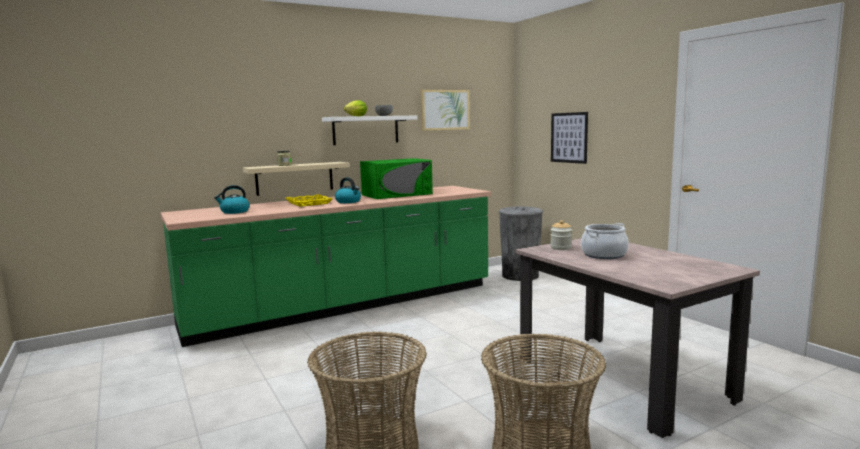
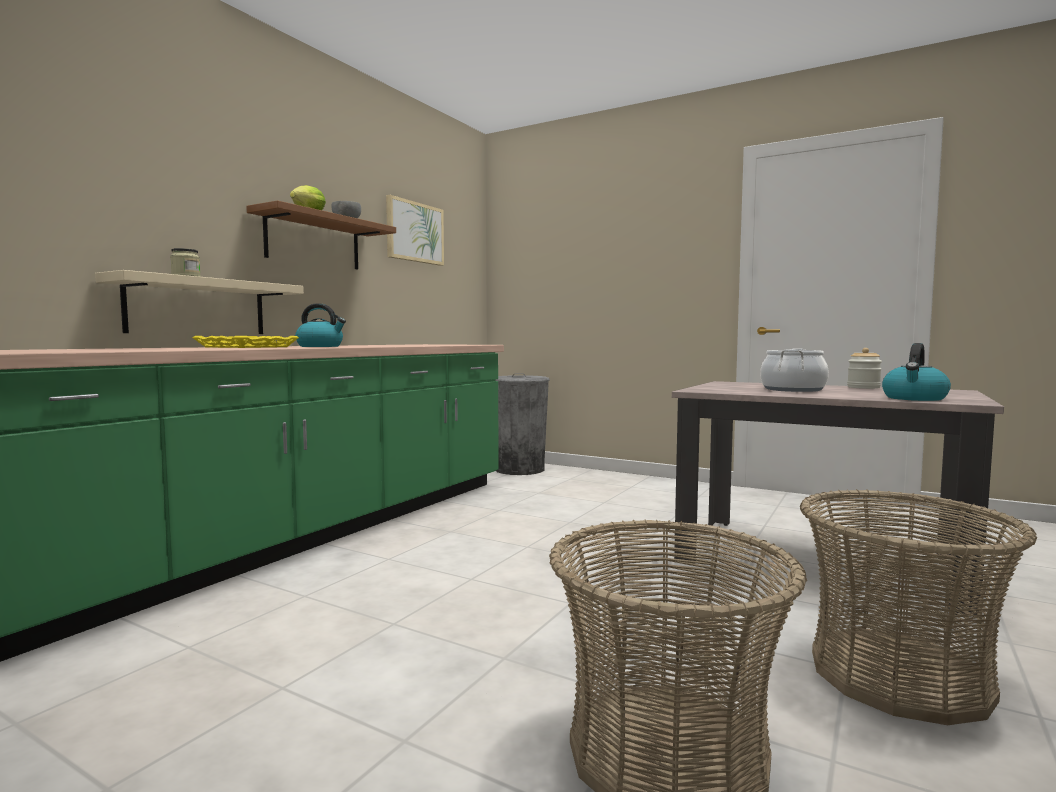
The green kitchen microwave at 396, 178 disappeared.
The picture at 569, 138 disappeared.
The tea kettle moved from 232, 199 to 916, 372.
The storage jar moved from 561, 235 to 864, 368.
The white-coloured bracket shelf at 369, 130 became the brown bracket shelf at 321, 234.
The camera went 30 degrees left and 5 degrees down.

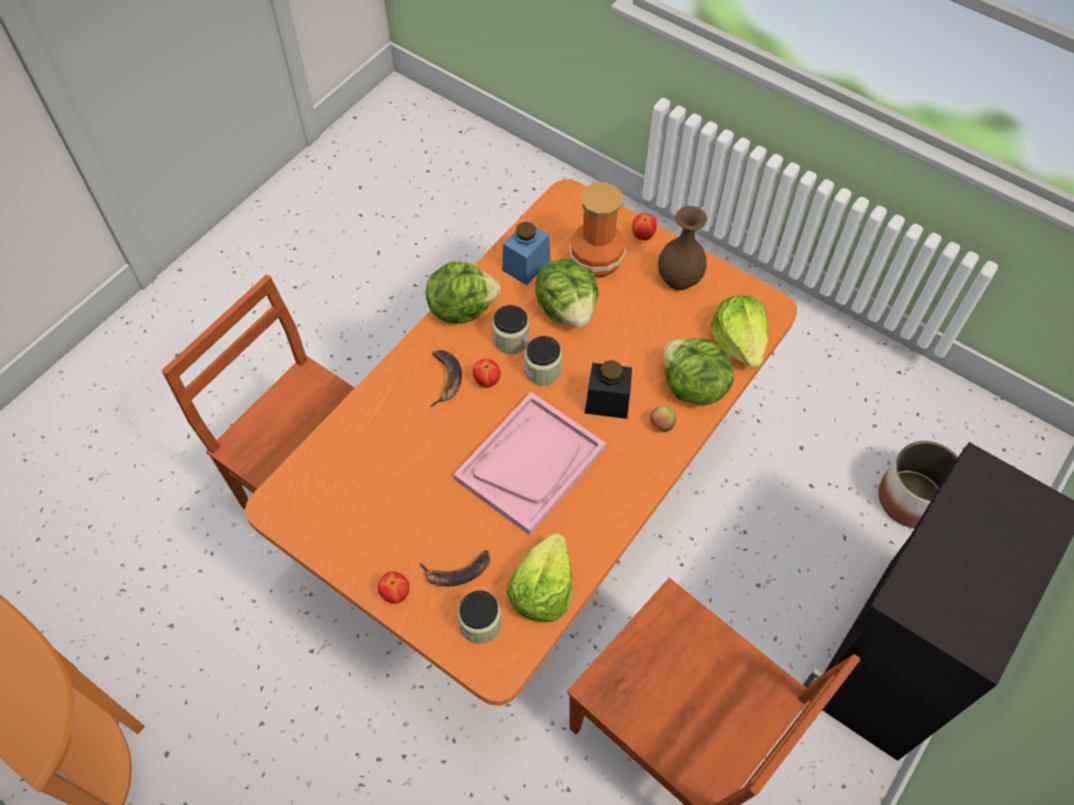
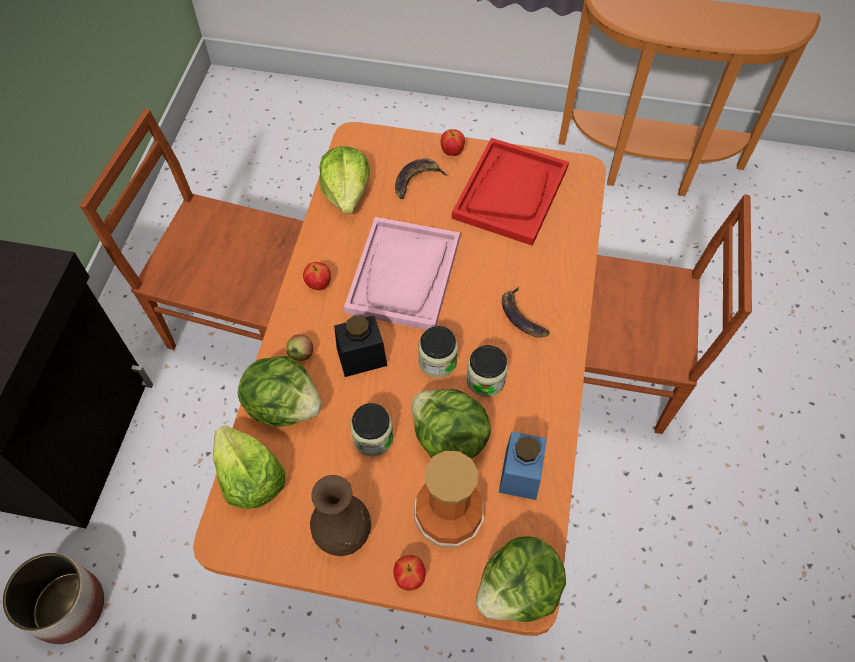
The reddish carrying tray at 510, 192 appeared.
The head of lettuce moved from 463, 292 to 521, 579.
The storage jar moved from 480, 617 to 371, 430.
The apple fruit moved from 487, 373 to 317, 276.
The camera went 155 degrees right and 0 degrees up.

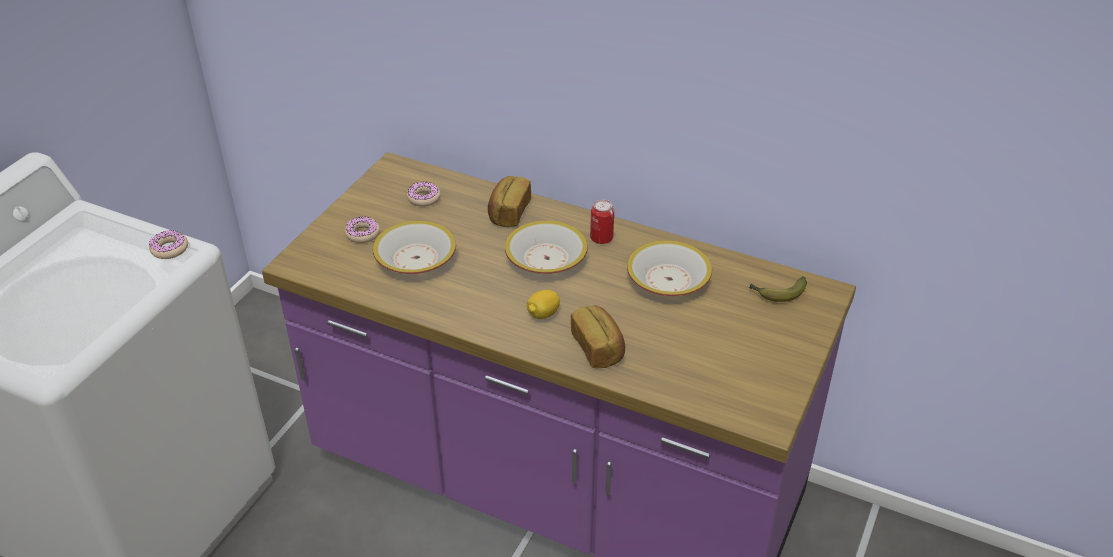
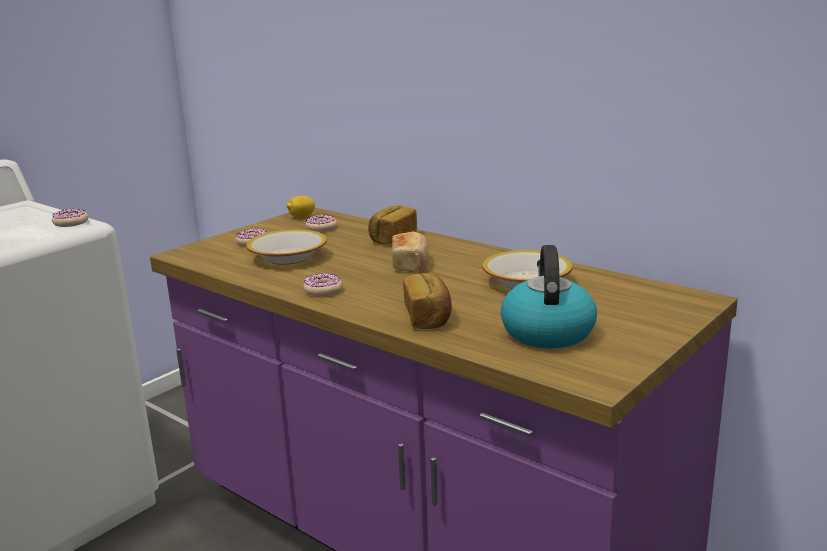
The can at 602, 221 disappeared.
The banana at 778, 289 disappeared.
The doughnut at 322, 284 appeared.
The tea kettle at 548, 297 appeared.
The whole lemon moved from 543, 304 to 301, 207.
The deep dish at 546, 247 was replaced by the bread at 410, 251.
The camera went 15 degrees right and 20 degrees down.

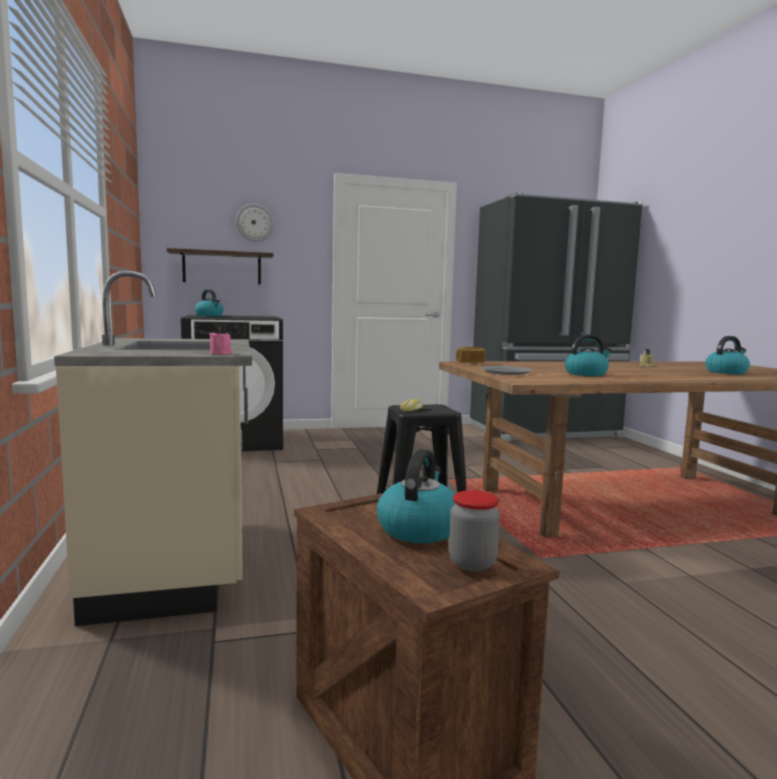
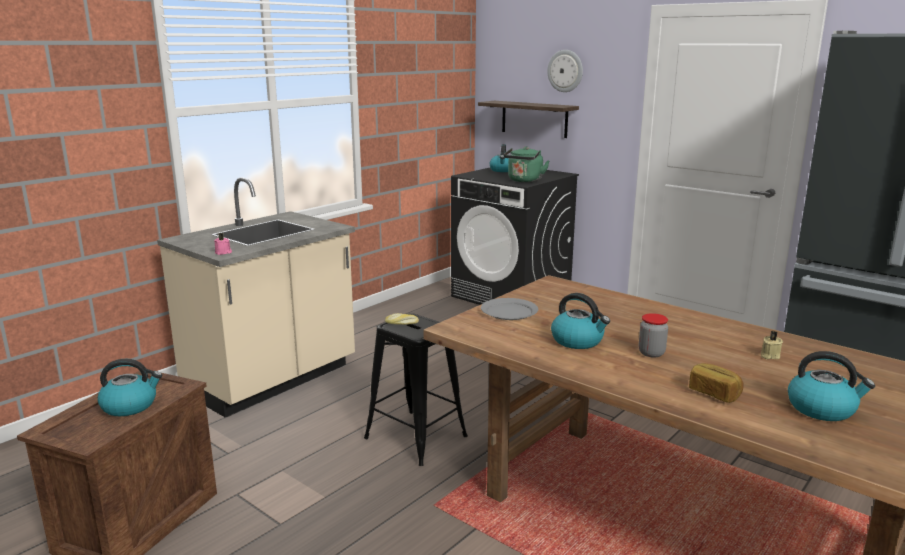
The green tea kettle at 526, 164 appeared.
The storage jar moved from 474, 530 to 653, 335.
The bread moved from 471, 355 to 716, 383.
The camera went 55 degrees right and 10 degrees up.

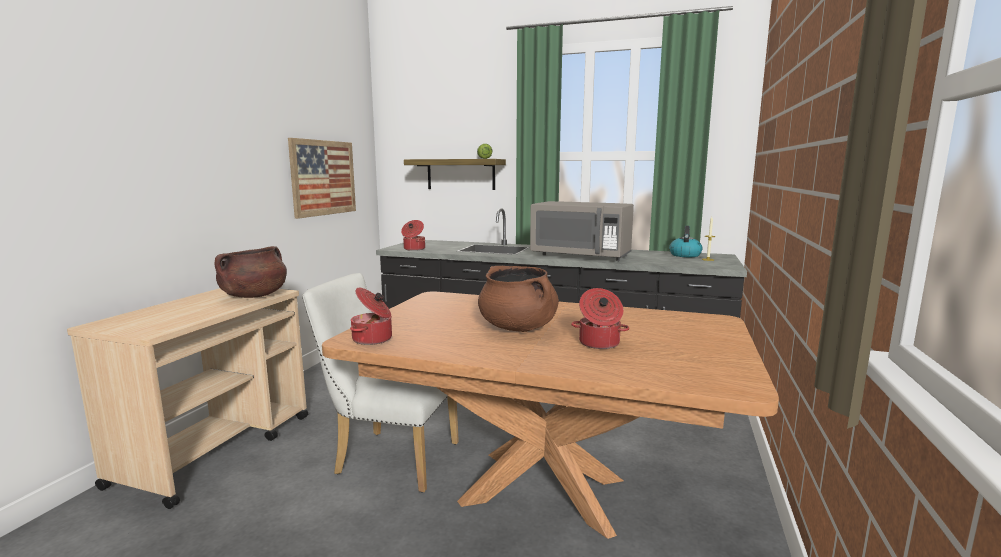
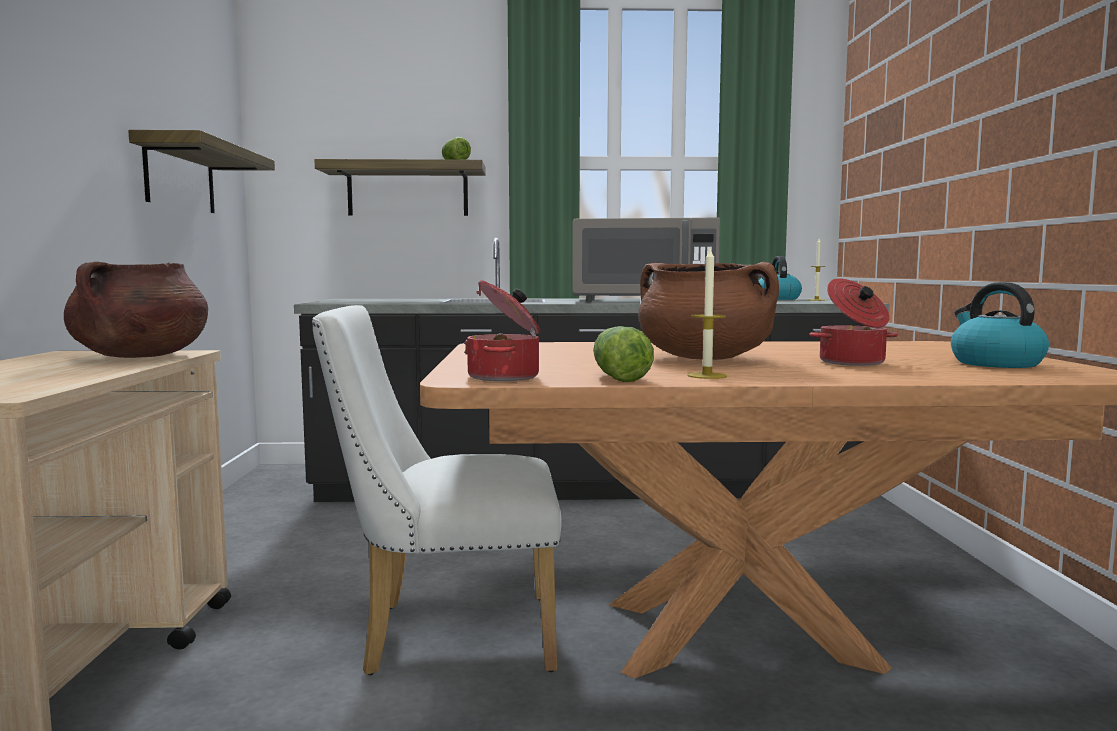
The stockpot at 413, 235 disappeared.
The head of lettuce at 623, 354 appeared.
The candle at 707, 312 appeared.
The tea kettle at 1000, 325 appeared.
The picture at 322, 178 was replaced by the bracket shelf at 201, 171.
The camera went 20 degrees left and 5 degrees down.

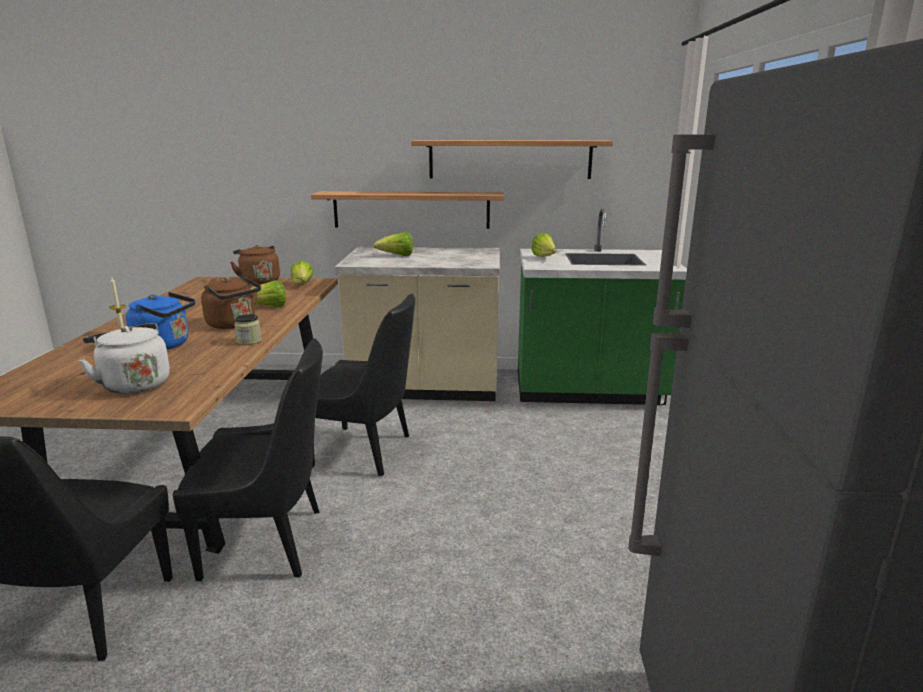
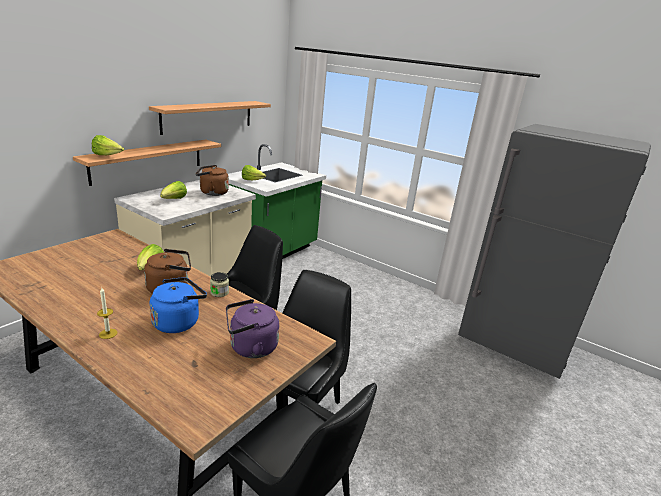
The brown tea kettle moved from 255, 265 to 212, 180.
The head of lettuce moved from 302, 272 to 108, 145.
The white-coloured tea kettle at 124, 358 became the purple-coloured tea kettle at 252, 328.
The camera went 60 degrees left and 5 degrees up.

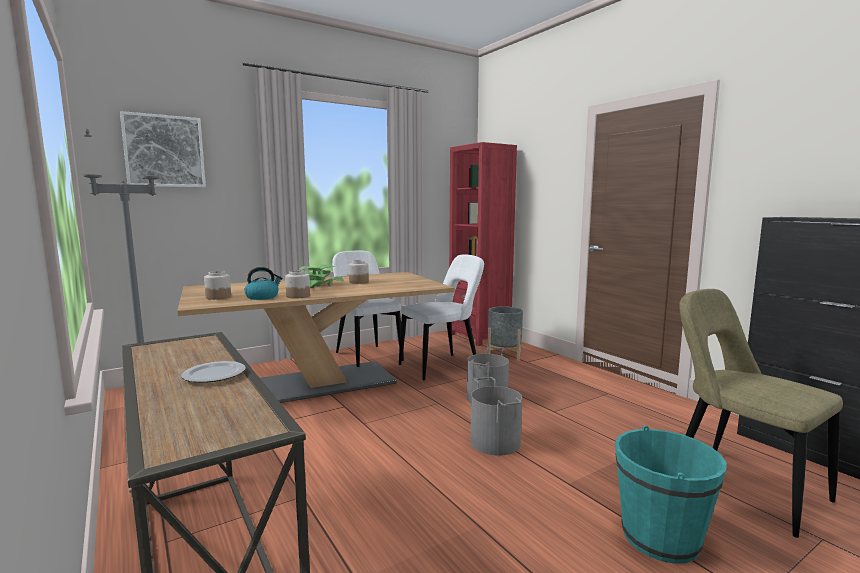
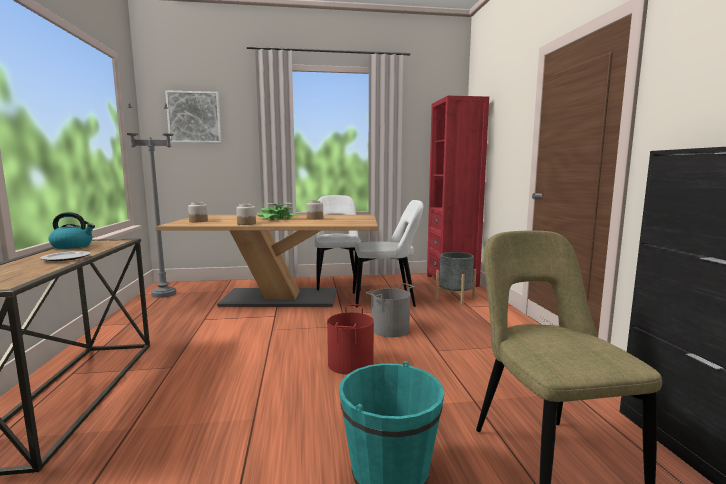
The tea kettle moved from 263, 283 to 71, 230.
The gray water bucket at 496, 416 became the reddish water bucket at 350, 339.
The camera went 25 degrees right and 0 degrees up.

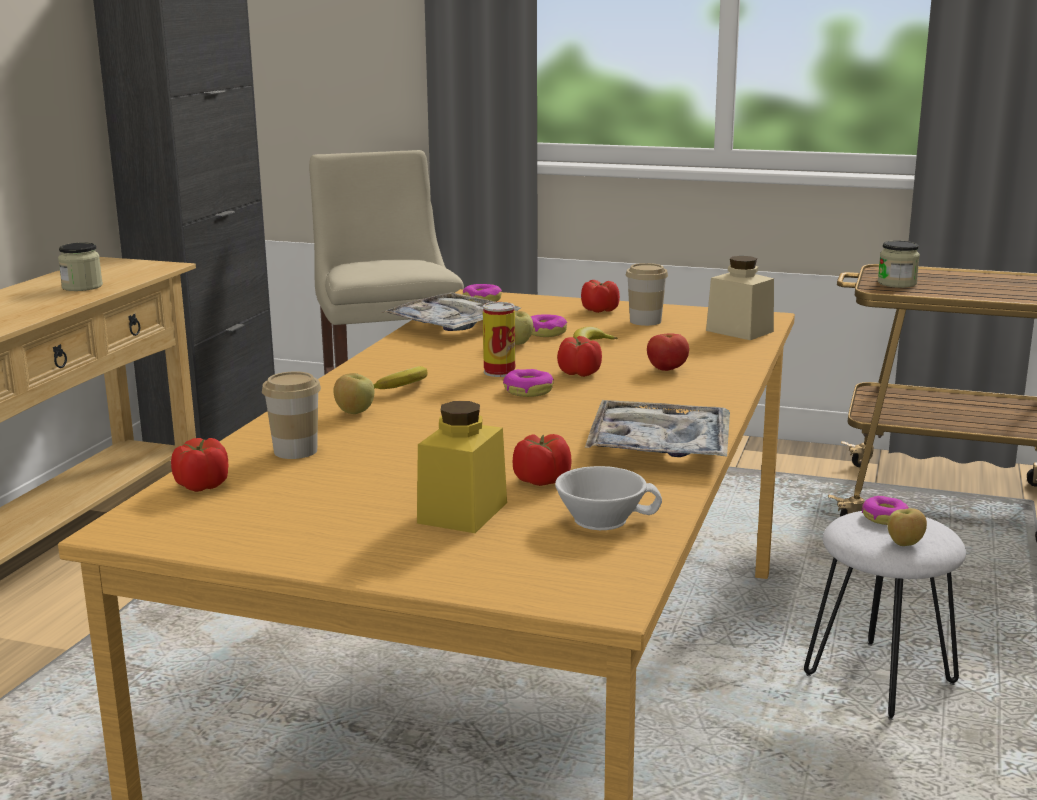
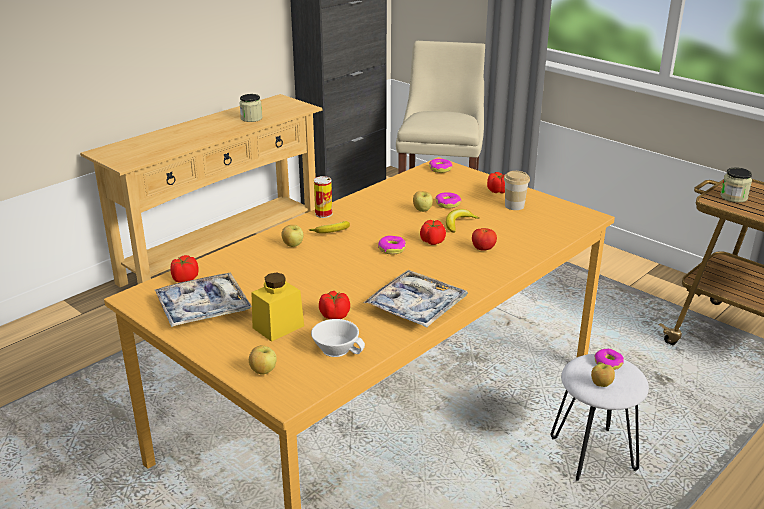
The small cup at 291, 415 disappeared.
The beige-coloured storage jar at 740, 298 disappeared.
The apple fruit at 263, 359 appeared.
The carrying tray moved from 451, 311 to 203, 299.
The can moved from 499, 339 to 323, 197.
The camera went 25 degrees right and 10 degrees up.

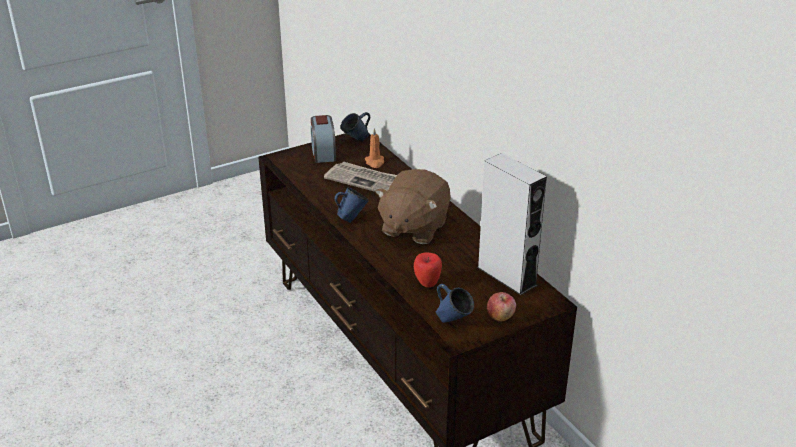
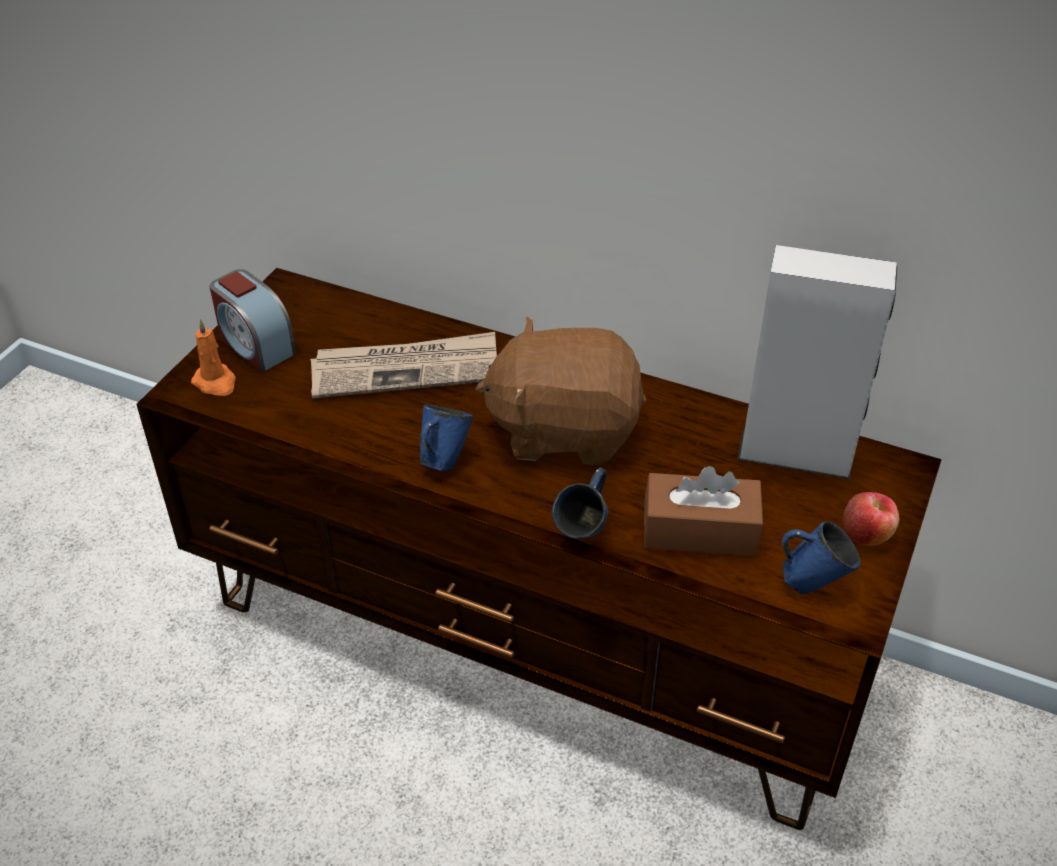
The blue-coloured tea mug moved from 355, 127 to 580, 503.
The orangey candle moved from 374, 148 to 213, 357.
The apple fruit at 428, 270 was replaced by the brown tissue holder at 703, 511.
The brown plush toy at 413, 206 turned 105 degrees clockwise.
The camera went 35 degrees left and 10 degrees up.

